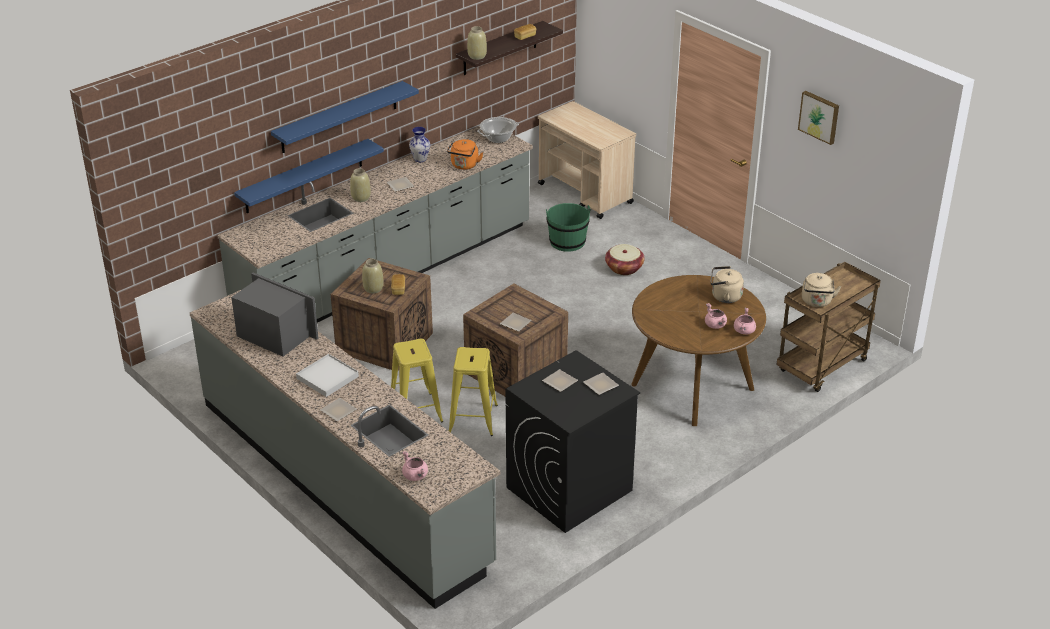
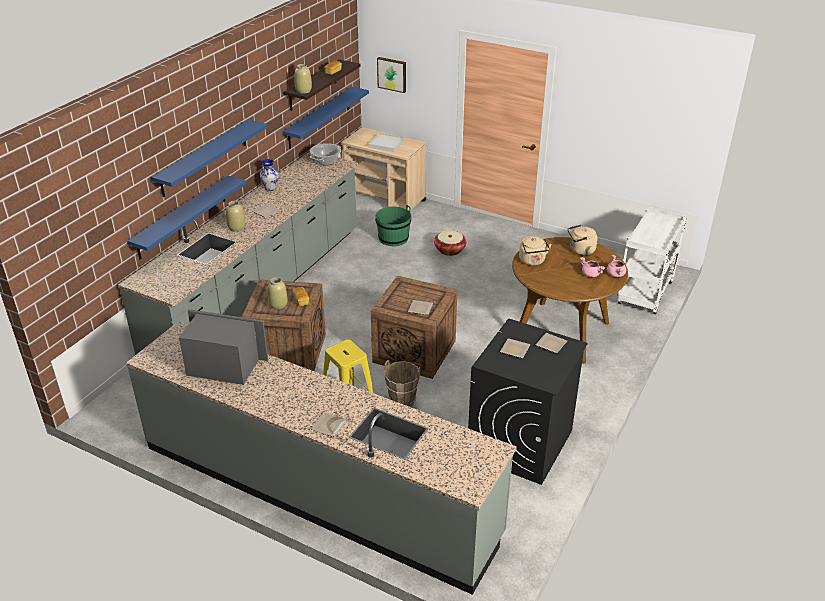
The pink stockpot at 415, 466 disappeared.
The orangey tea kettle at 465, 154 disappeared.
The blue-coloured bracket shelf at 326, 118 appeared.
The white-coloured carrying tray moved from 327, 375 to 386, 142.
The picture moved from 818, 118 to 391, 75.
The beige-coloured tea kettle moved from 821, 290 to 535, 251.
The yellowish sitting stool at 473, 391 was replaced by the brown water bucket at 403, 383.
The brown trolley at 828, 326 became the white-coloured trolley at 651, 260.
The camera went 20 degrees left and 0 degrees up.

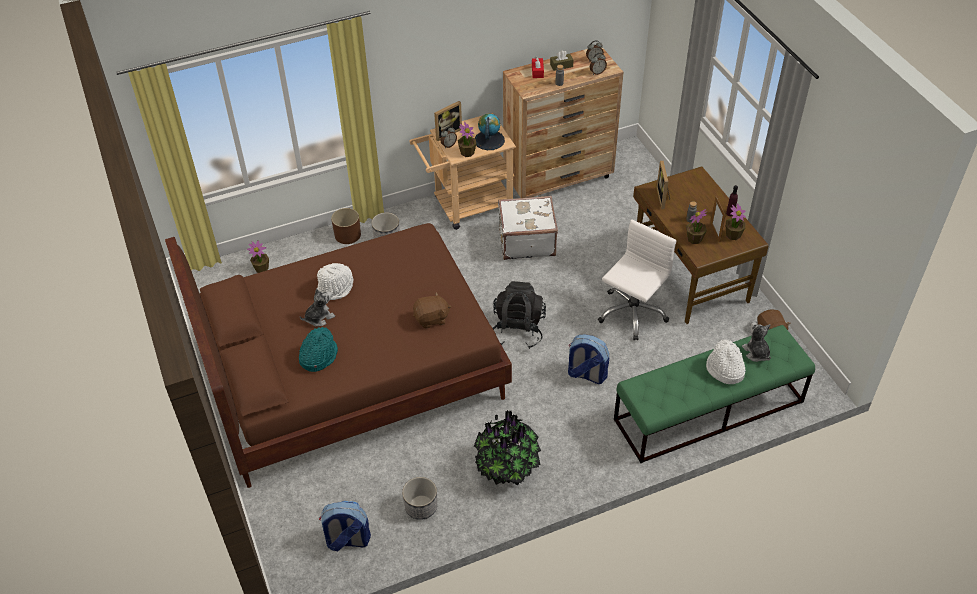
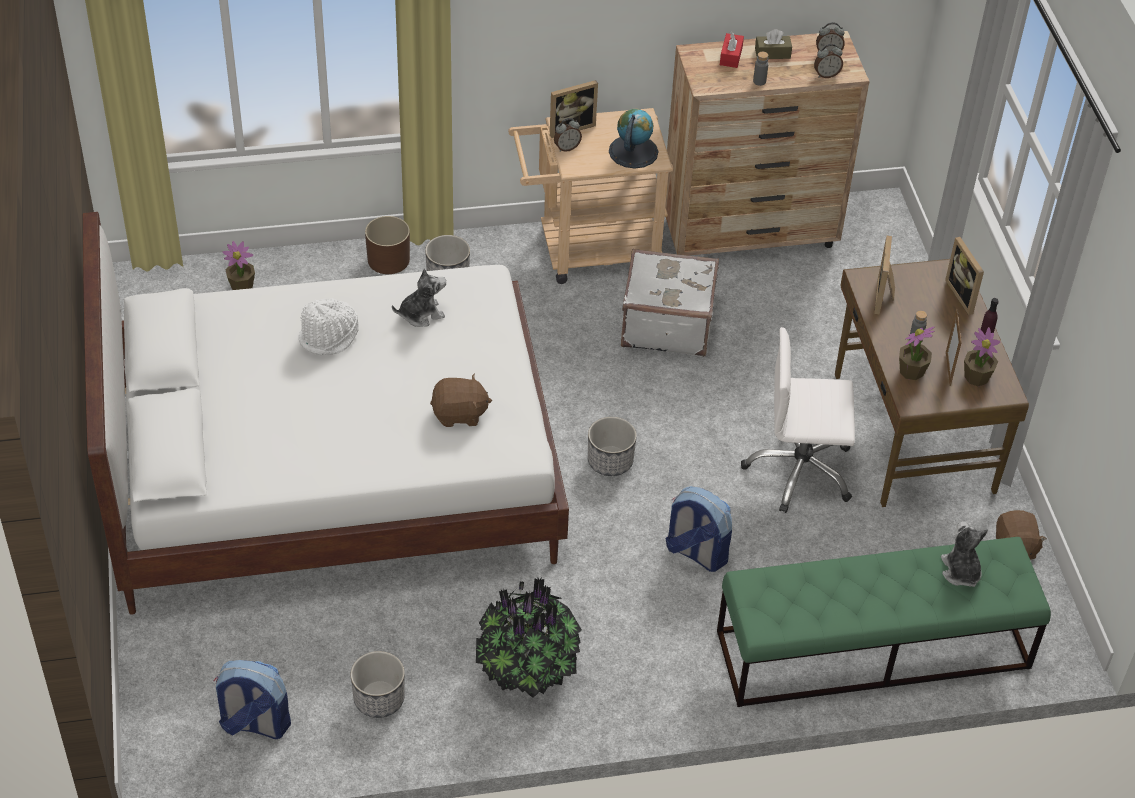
The turquoise-coloured wearable hat at 318, 349 disappeared.
The houseplant at 467, 139 disappeared.
The white-coloured wearable hat at 726, 361 disappeared.
The standing frame at 964, 276 appeared.
The plush toy moved from 317, 307 to 419, 297.
The blackish backpack at 519, 315 was replaced by the planter at 612, 446.
The brown sleeping bed at 338, 355 became the white-coloured sleeping bed at 326, 413.
The white-coloured office chair at 637, 279 turned 135 degrees counterclockwise.
The camera went 10 degrees right and 0 degrees up.

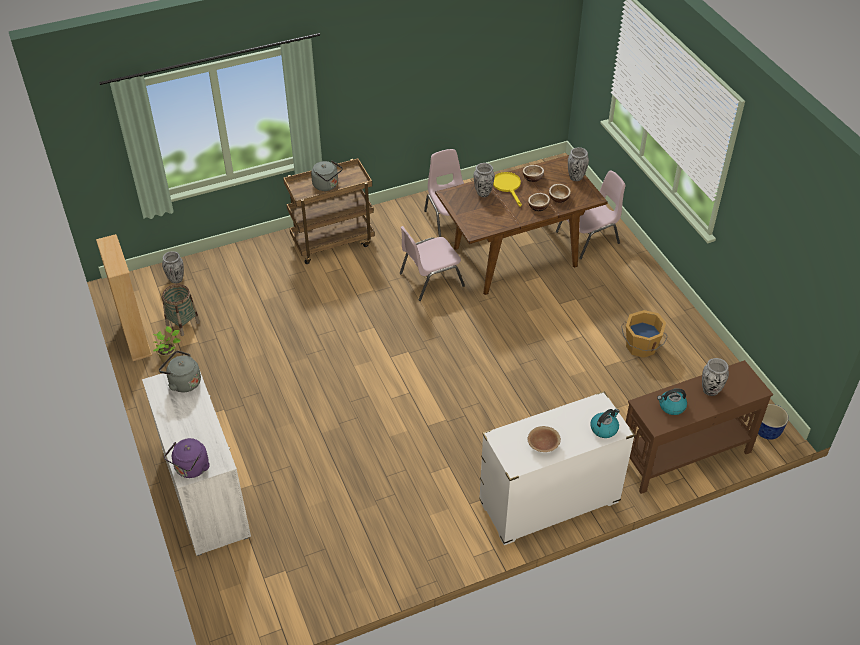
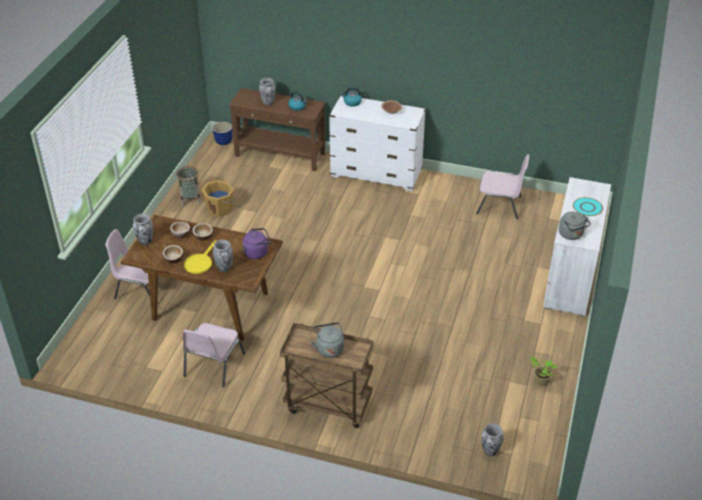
The beige-coloured bookcase at 124, 297 disappeared.
The turquoise-coloured flat dish at 588, 206 appeared.
The storage basket moved from 181, 310 to 188, 186.
The purple-coloured tea kettle moved from 187, 458 to 256, 243.
The pink chair moved from 432, 263 to 502, 186.
The camera went 140 degrees left and 5 degrees down.

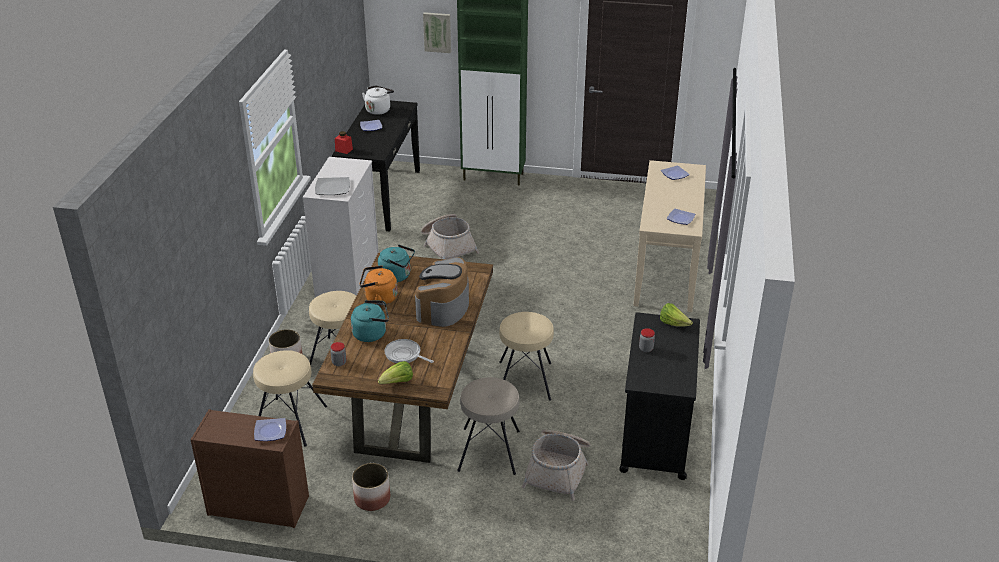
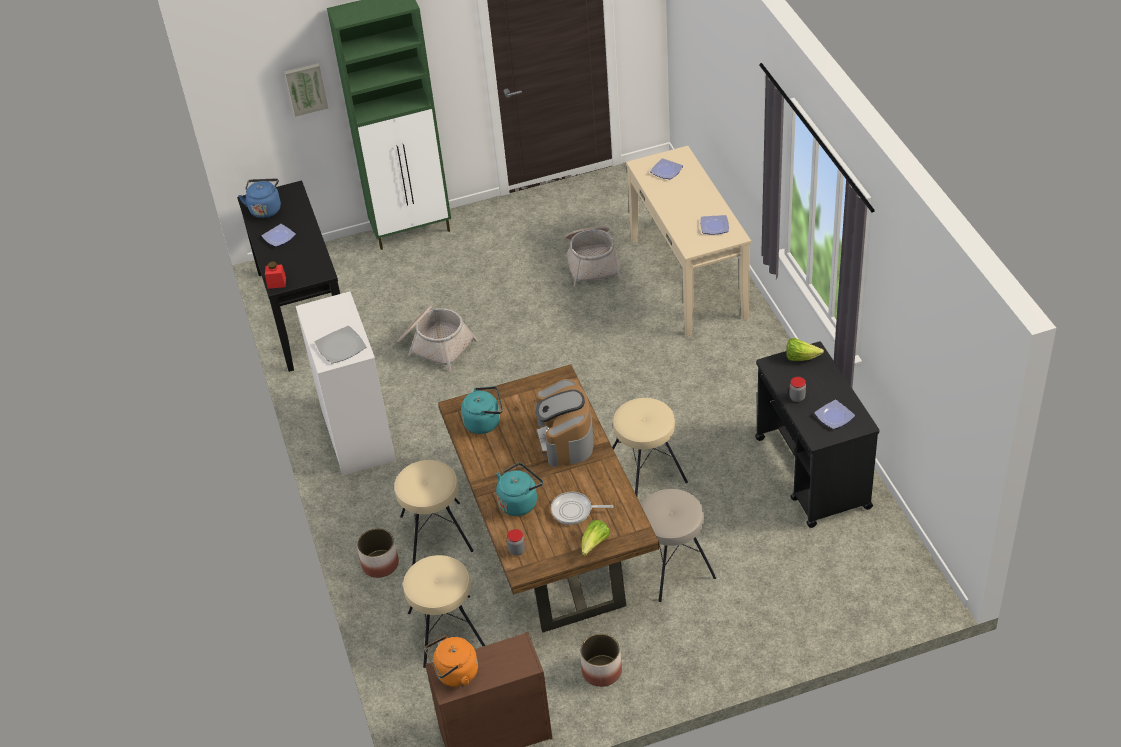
The flat dish moved from 270, 429 to 834, 414.
The orangey tea kettle moved from 379, 285 to 451, 661.
The storage basket moved from 555, 465 to 593, 256.
The white-coloured tea kettle at 378, 100 became the blue-coloured tea kettle at 259, 198.
The camera went 25 degrees left and 10 degrees up.

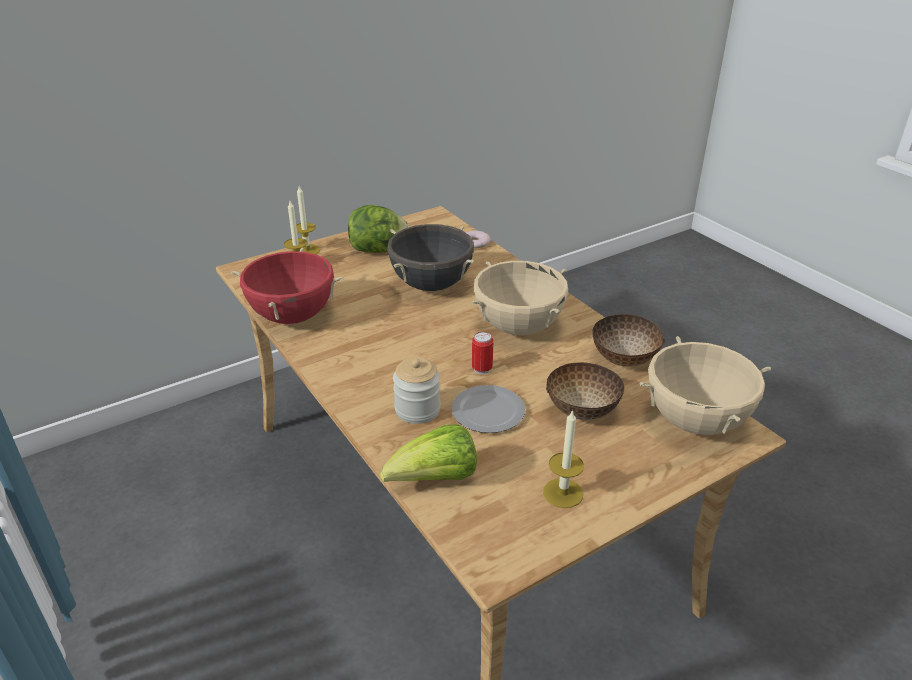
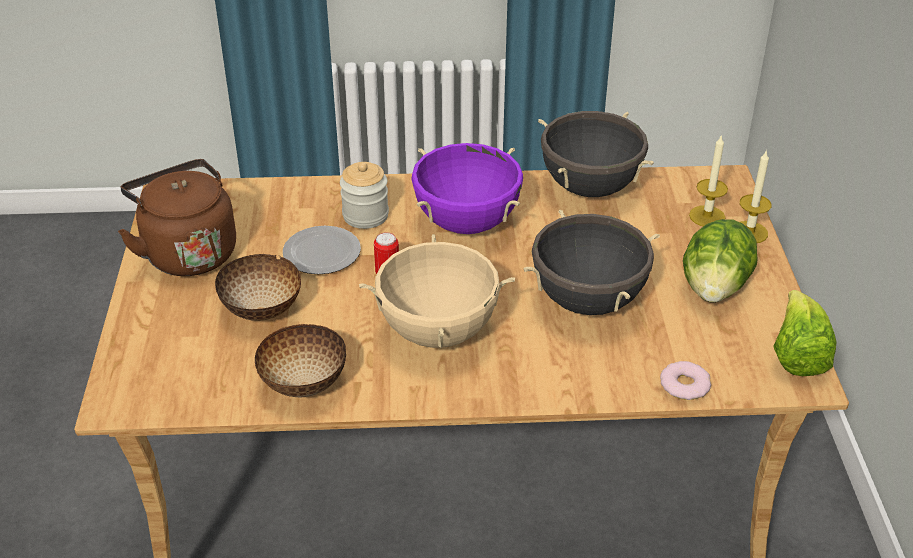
The beige-coloured stockpot at 705, 385 disappeared.
The purple-coloured stockpot at 467, 188 appeared.
The head of lettuce moved from 428, 453 to 805, 333.
The candle at 563, 458 was replaced by the brown tea kettle at 177, 217.
The reddish stockpot at 287, 286 became the blackish stockpot at 596, 154.
The camera went 120 degrees right and 5 degrees up.

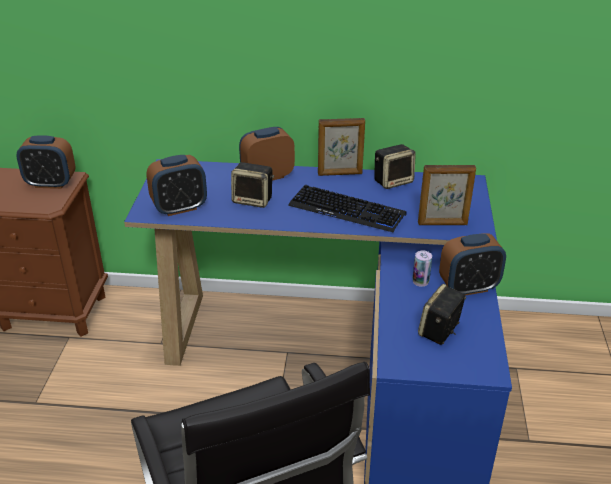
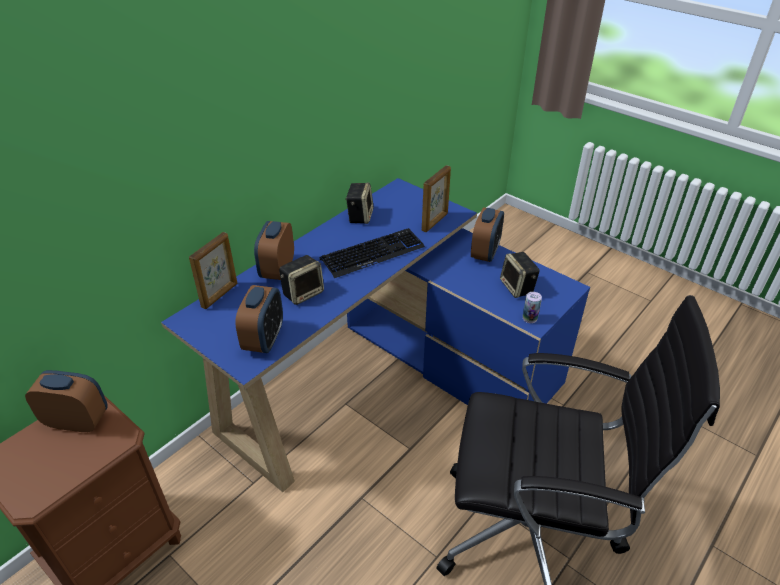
The standing frame moved from 341, 147 to 213, 270.
The can moved from 422, 268 to 532, 307.
The alarm clock at 46, 162 turned 120 degrees counterclockwise.
The camera went 55 degrees left and 5 degrees up.

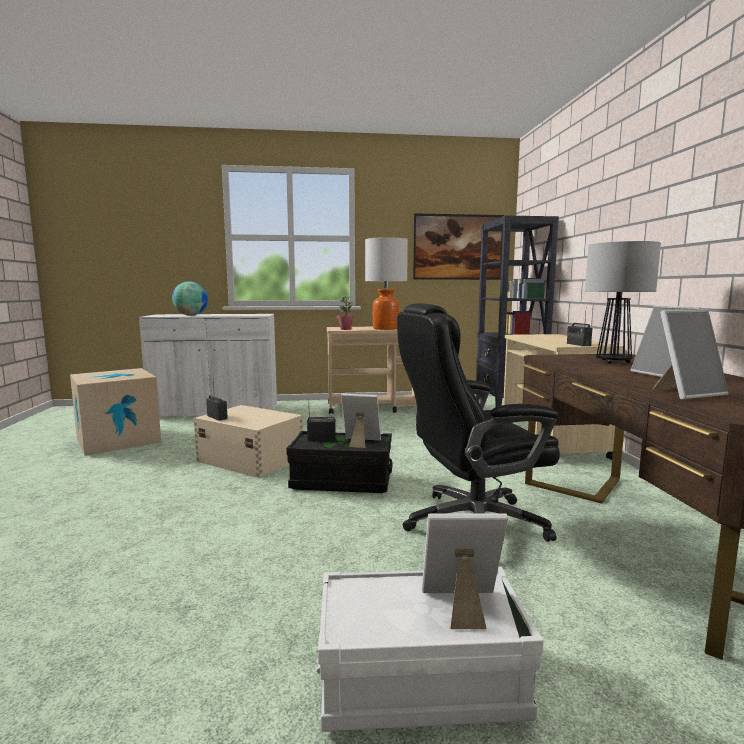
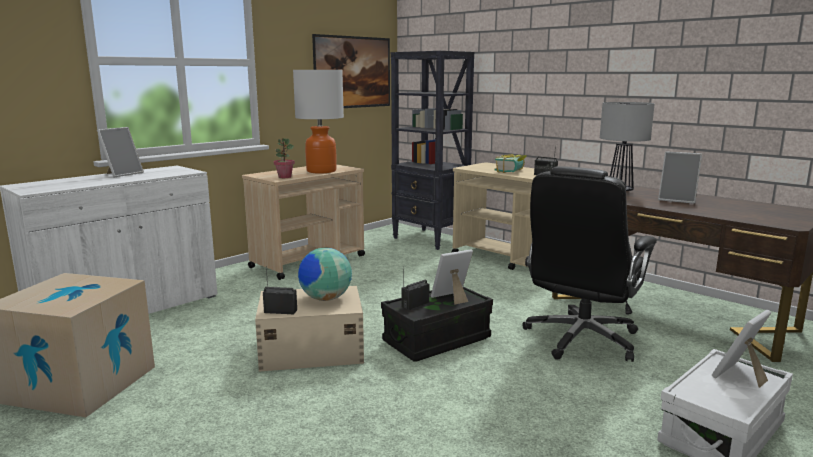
The volume at 511, 163 appeared.
The world globe moved from 190, 298 to 325, 274.
The standing frame moved from 690, 354 to 120, 152.
The camera went 40 degrees left and 5 degrees up.

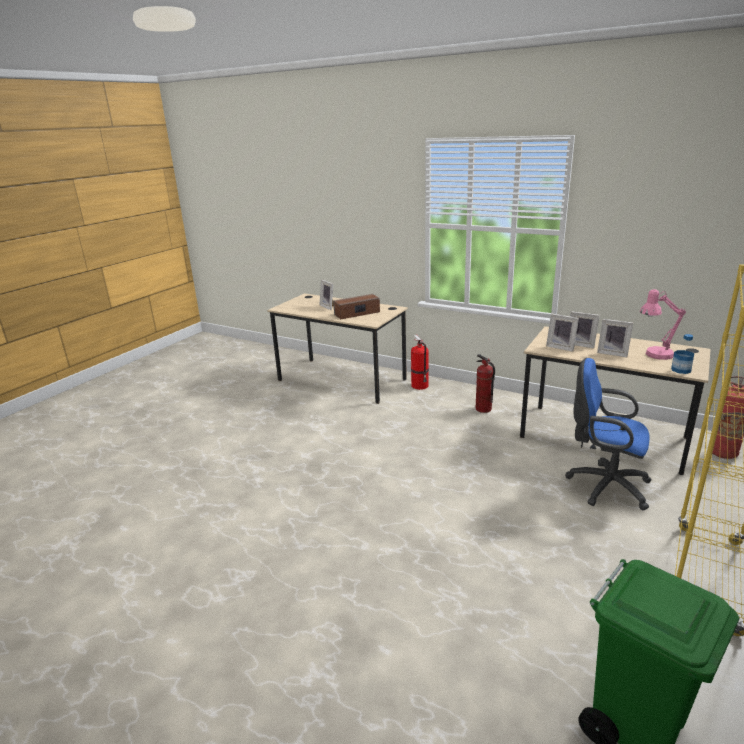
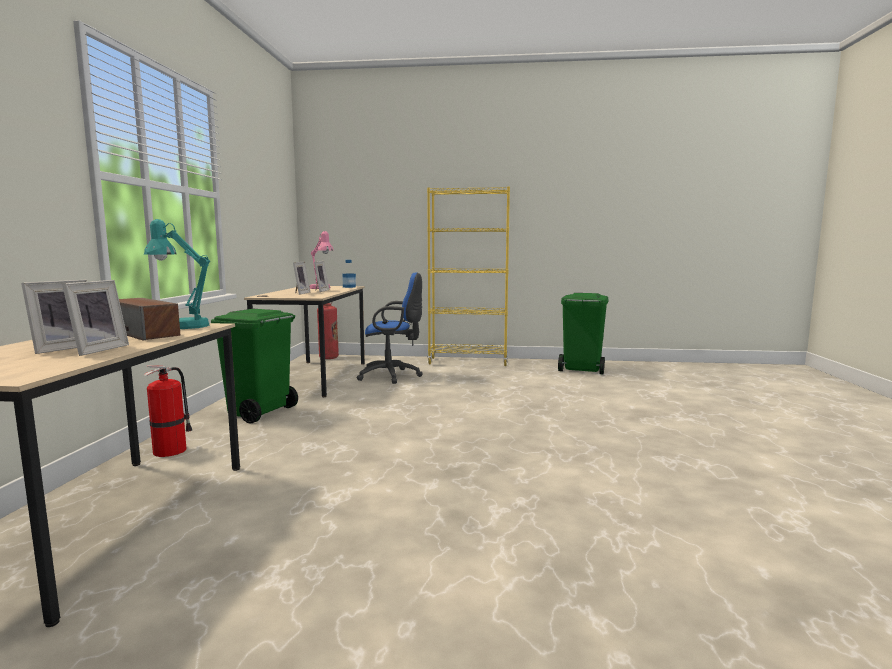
The turquoise-coloured lamp for a table at 177, 274 appeared.
The standing frame moved from 562, 333 to 95, 318.
The fire extinguisher at 485, 383 was replaced by the green rubbish bin at 254, 366.
The blue-coloured office chair at 608, 434 turned 90 degrees counterclockwise.
The camera went 115 degrees left and 15 degrees down.

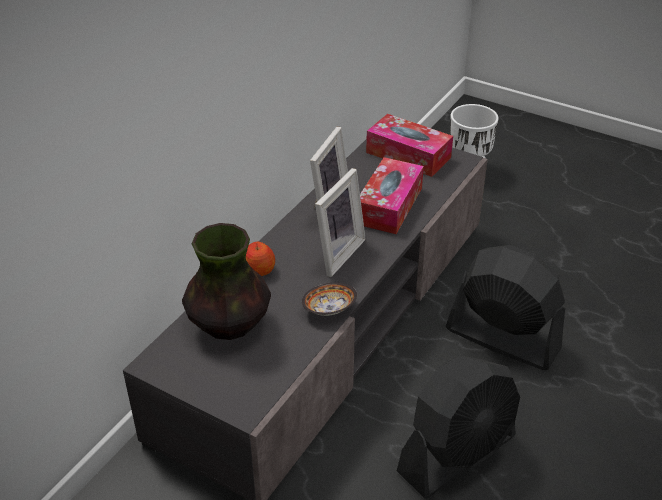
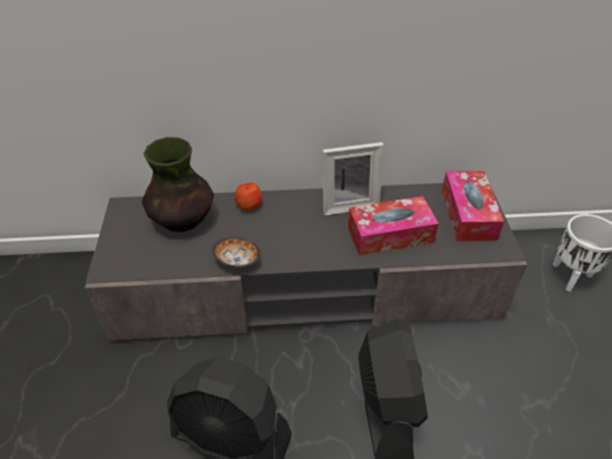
The standing frame at 340, 222 disappeared.
The camera went 55 degrees right and 5 degrees up.

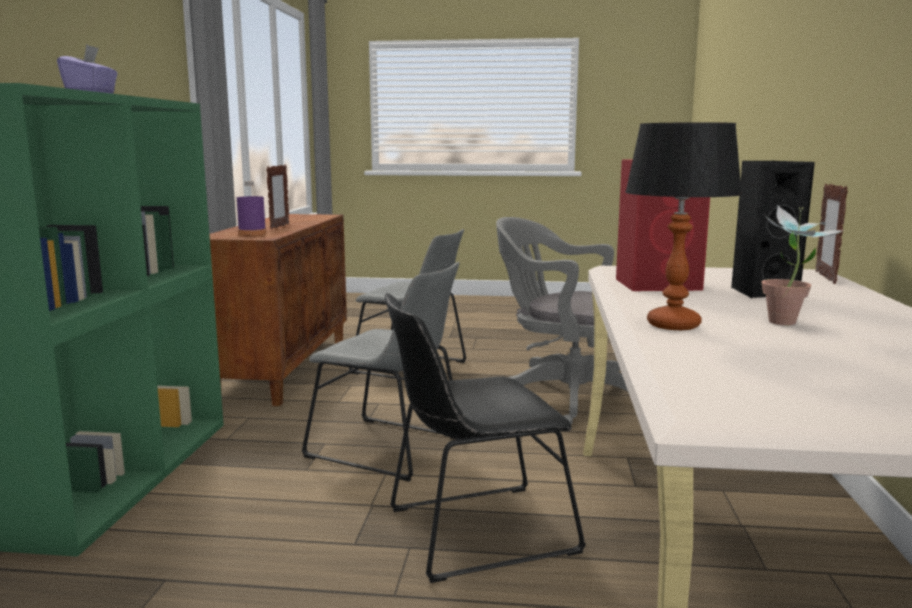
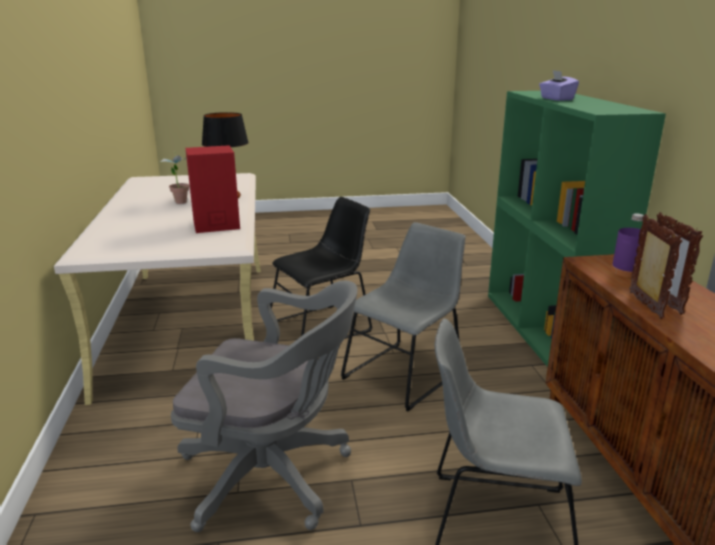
The blackish audio speaker at 773, 229 disappeared.
The standing frame moved from 831, 234 to 655, 266.
The gray chair at 381, 371 turned 120 degrees clockwise.
The camera went 165 degrees right and 10 degrees up.

